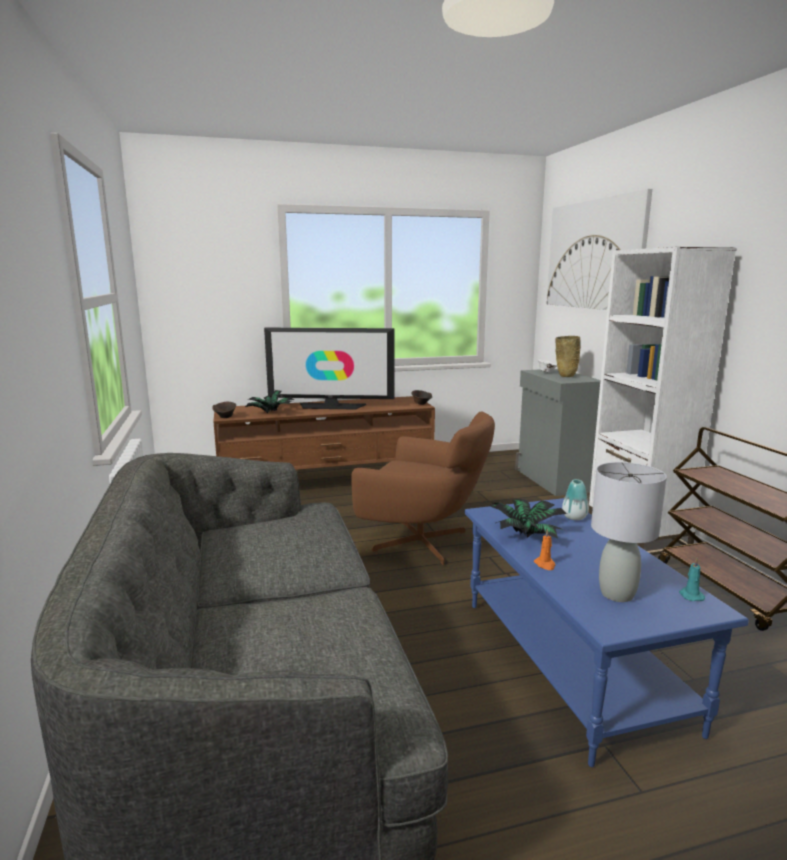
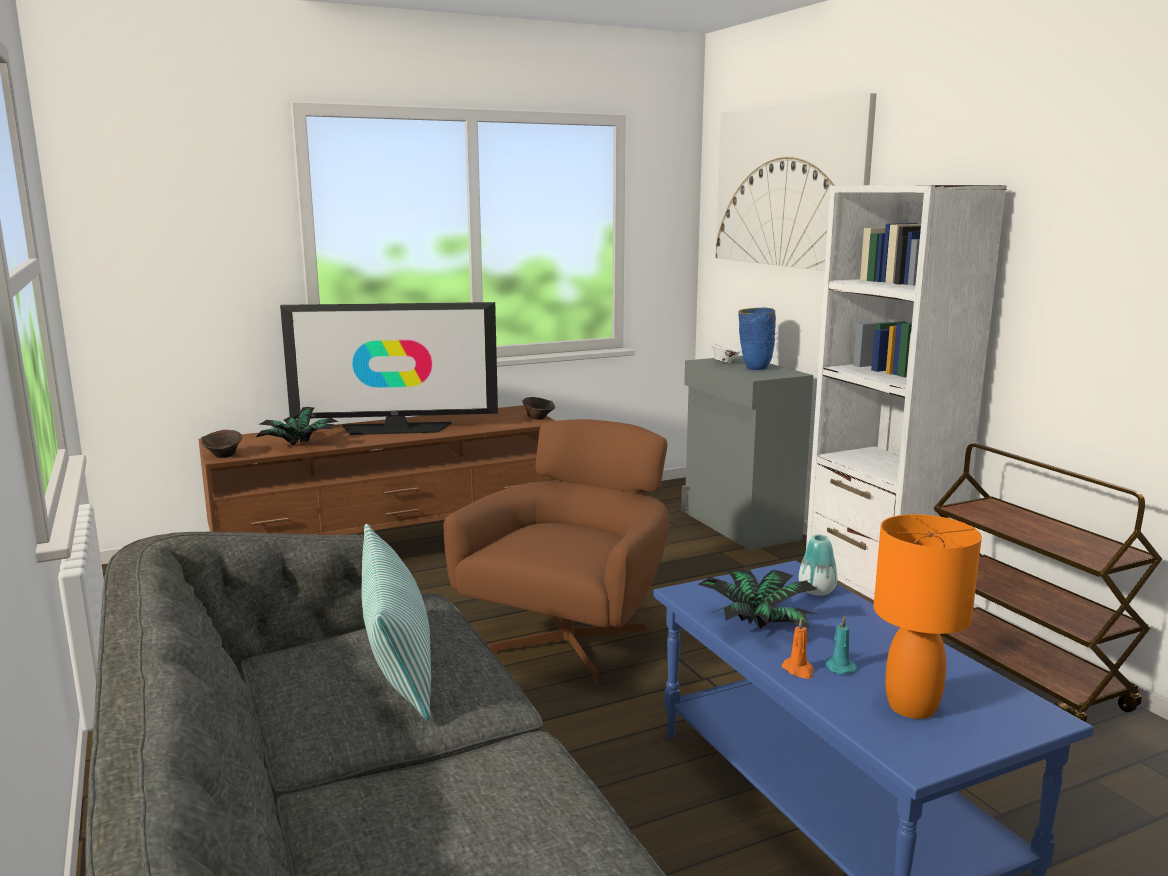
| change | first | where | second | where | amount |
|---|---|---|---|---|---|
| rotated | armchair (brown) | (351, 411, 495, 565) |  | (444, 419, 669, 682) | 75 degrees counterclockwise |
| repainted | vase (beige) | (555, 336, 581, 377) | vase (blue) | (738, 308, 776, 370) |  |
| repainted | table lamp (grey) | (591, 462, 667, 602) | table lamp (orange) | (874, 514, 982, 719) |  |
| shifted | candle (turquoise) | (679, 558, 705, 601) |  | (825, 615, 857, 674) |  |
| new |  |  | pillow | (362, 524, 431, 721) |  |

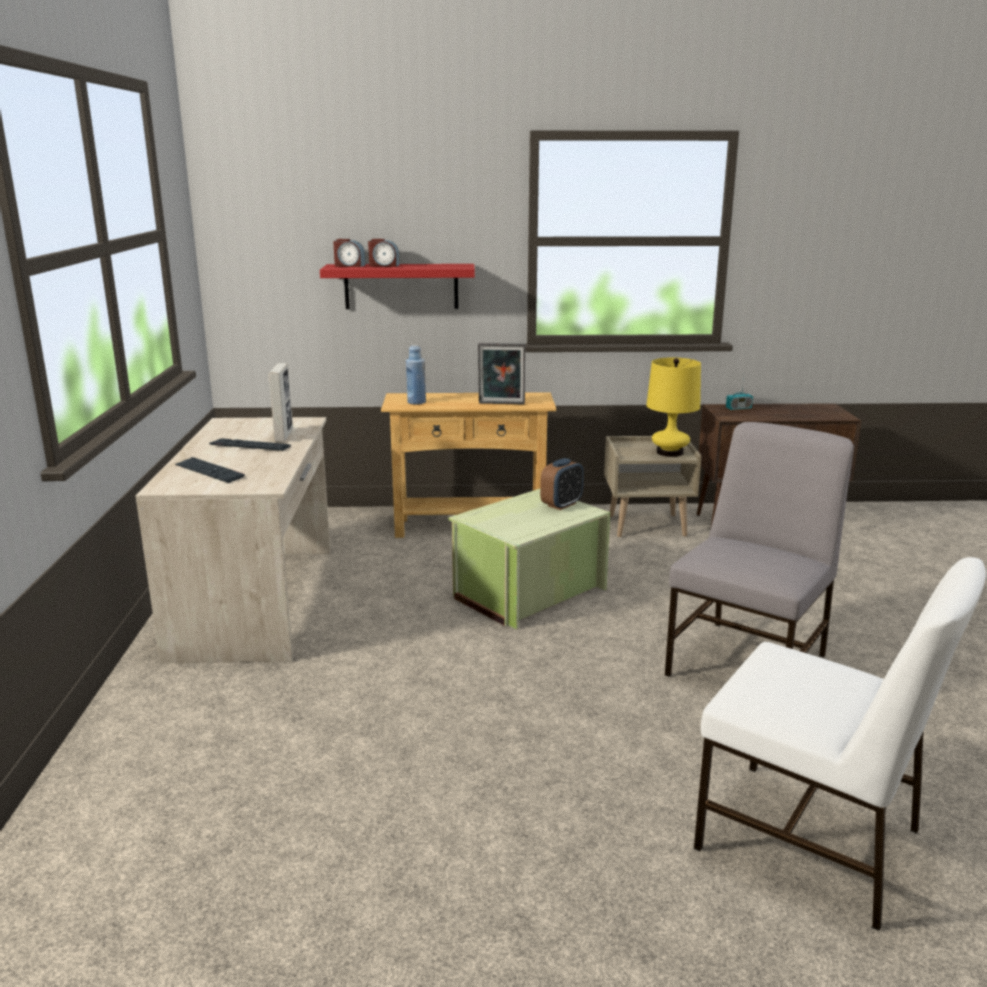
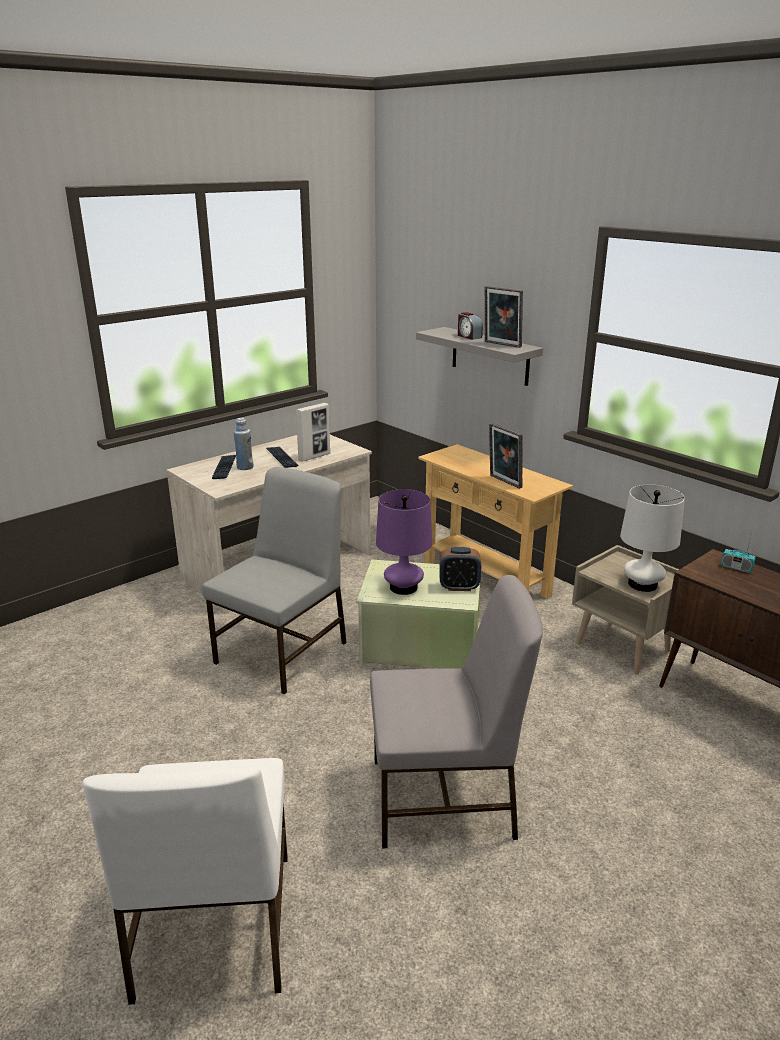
| change | first | where | second | where | amount |
|---|---|---|---|---|---|
| repainted | shelf (red) | (320, 264, 475, 309) | shelf (grey) | (416, 327, 543, 386) |  |
| gone | alarm clock | (333, 239, 366, 267) |  |  |  |
| shifted | bottle (blue) | (406, 345, 426, 405) |  | (233, 418, 253, 470) |  |
| repainted | table lamp (yellow) | (646, 357, 701, 457) | table lamp (white) | (620, 485, 685, 592) |  |
| new |  |  | chair (grey) | (202, 467, 347, 694) |  |
| new |  |  | table lamp (purple) | (376, 489, 432, 595) |  |
| new |  |  | picture frame | (485, 286, 523, 348) |  |

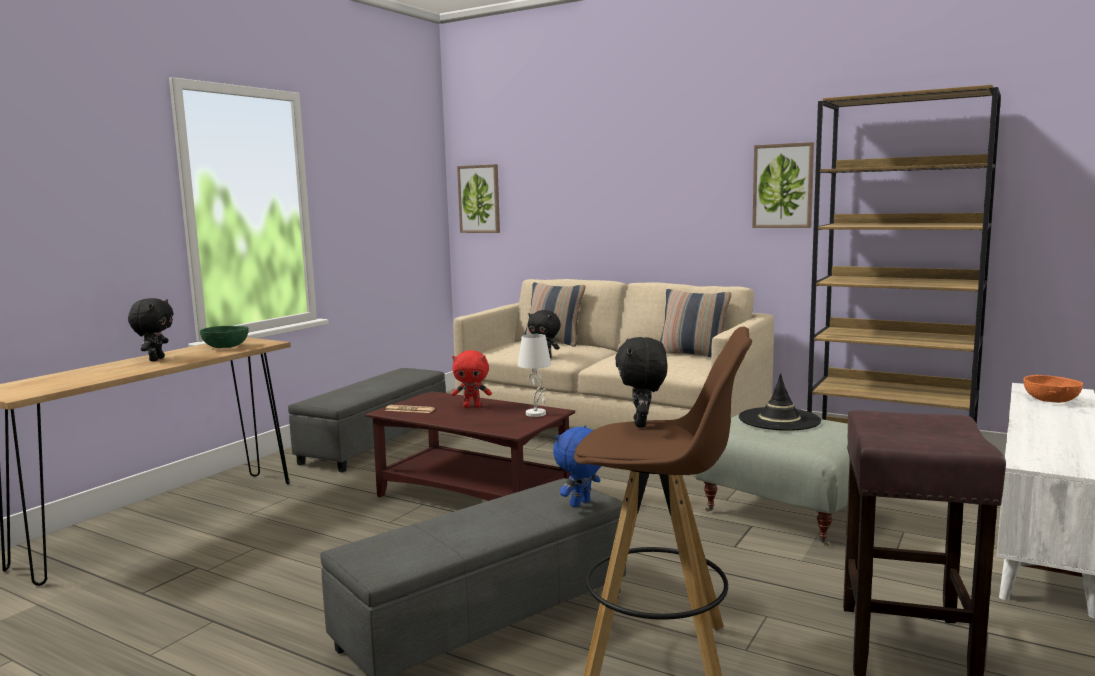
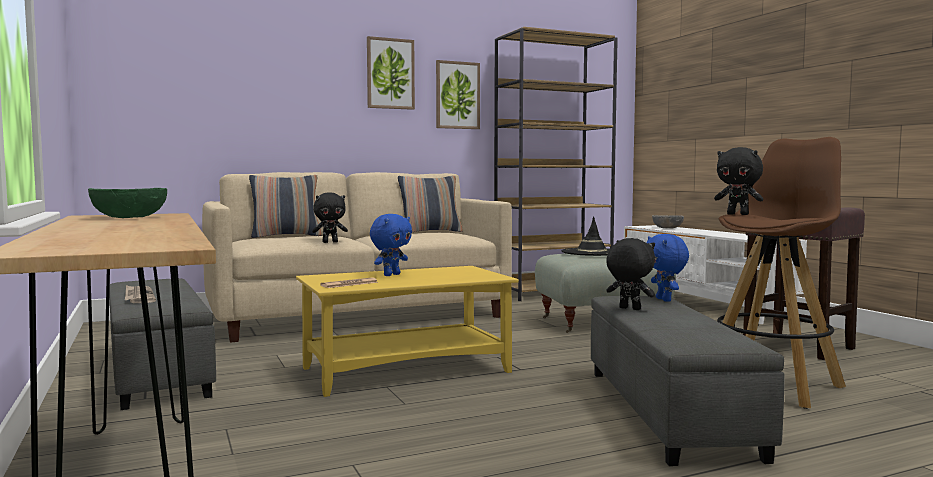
| change | first | where | second | where | amount |
|---|---|---|---|---|---|
| shifted | plush toy (black) | (128, 298, 173, 361) |  | (606, 238, 655, 310) |  |
| repainted | coffee table (brown) | (365, 391, 575, 501) | coffee table (yellow) | (296, 266, 519, 397) |  |
| repainted | plush toy (red) | (452, 350, 492, 408) | plush toy (blue) | (370, 214, 412, 276) |  |
| shifted | picture | (457, 164, 500, 233) |  | (367, 36, 415, 110) |  |
| gone | table lamp (white) | (518, 334, 552, 417) |  |  |  |
| repainted | bowl (orange) | (1023, 375, 1083, 403) | bowl (grey) | (652, 215, 684, 229) |  |
| new |  |  | newspaper | (125, 285, 156, 303) |  |

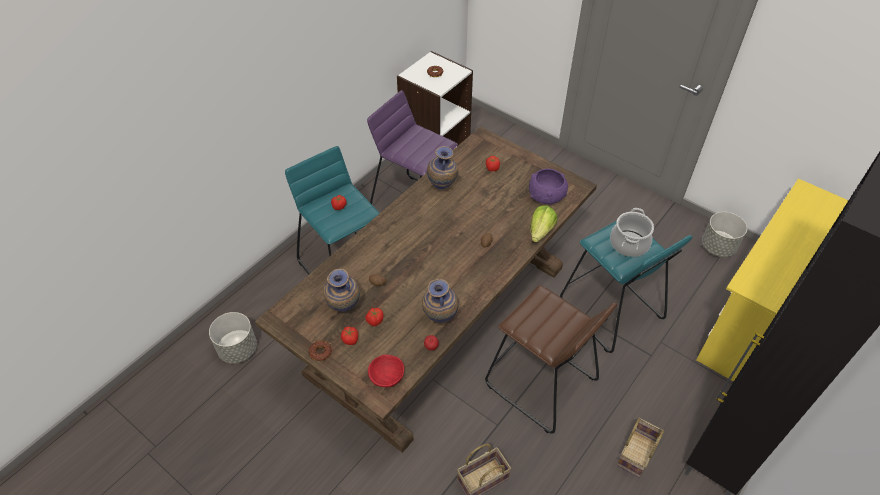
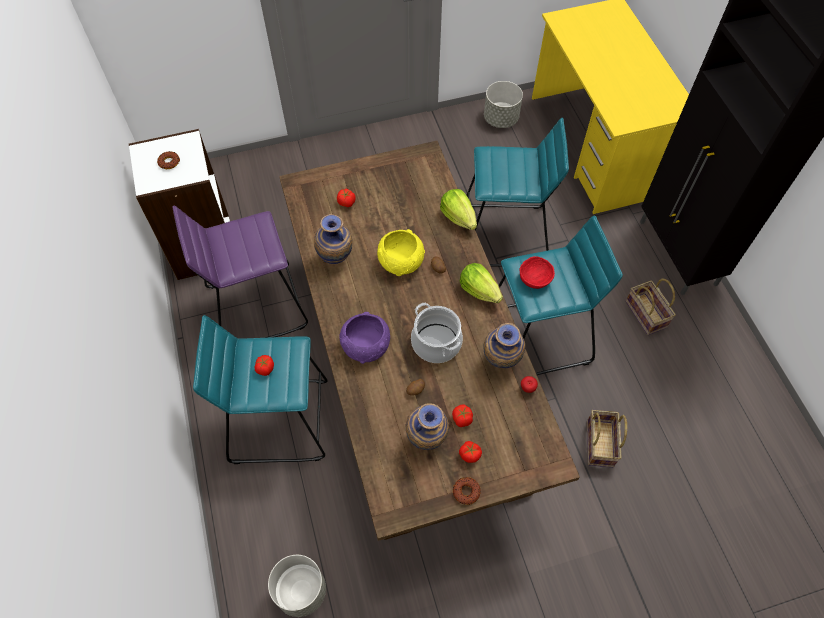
| change | first | where | second | where | amount |
|---|---|---|---|---|---|
| shifted | bowl (red) | (368, 355, 404, 387) |  | (520, 256, 555, 289) |  |
| repainted | stool (brown) | (485, 285, 617, 434) | stool (turquoise) | (499, 216, 623, 375) |  |
| shifted | bowl (purple) | (529, 169, 568, 204) |  | (339, 312, 390, 364) |  |
| shifted | cooking pot | (610, 208, 654, 257) |  | (411, 303, 463, 363) |  |
| new |  |  | bowl (yellow) | (377, 229, 425, 276) |  |
| new |  |  | lettuce | (460, 263, 503, 303) |  |

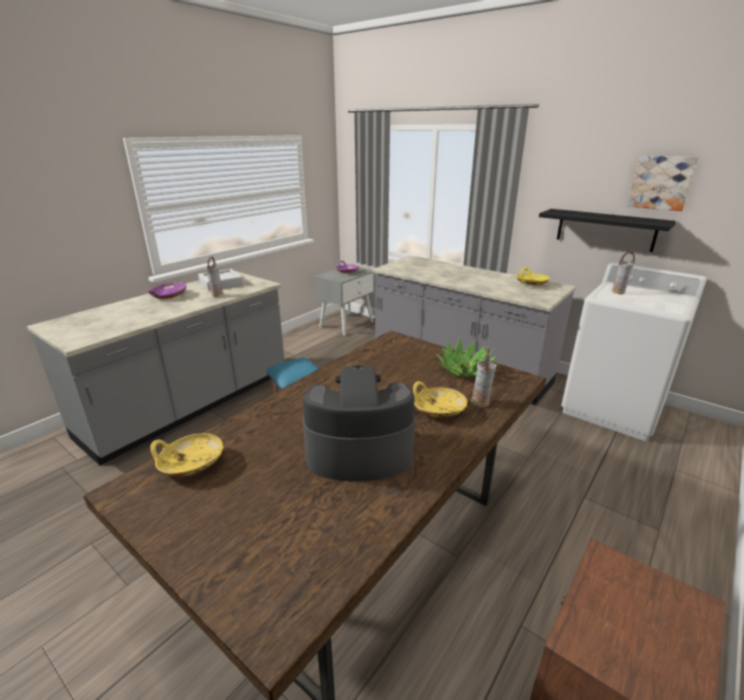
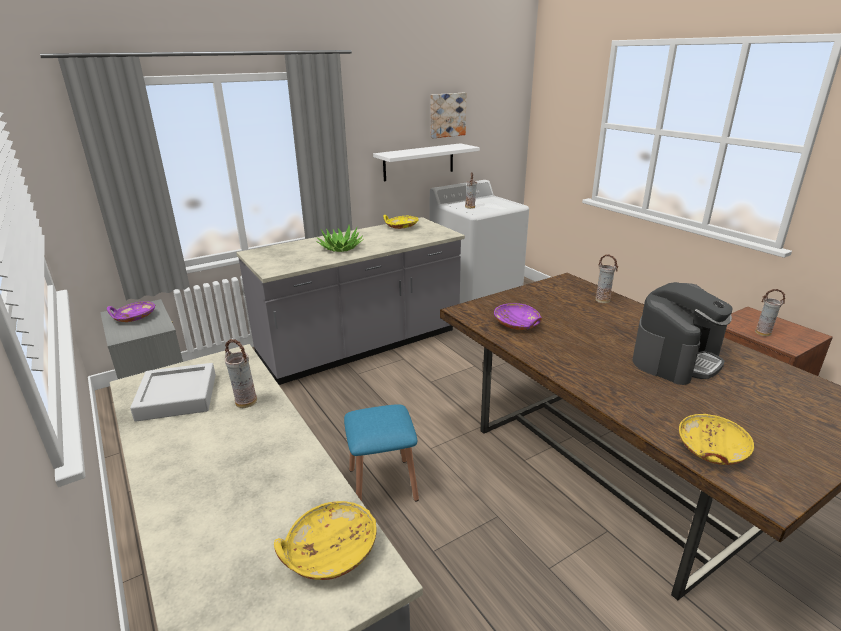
| change | first | where | second | where | amount |
|---|---|---|---|---|---|
| shifted | bowl (purple) | (148, 282, 186, 299) |  | (494, 303, 542, 330) |  |
| rotated | coffee machine | (303, 365, 415, 481) |  | (632, 282, 733, 385) | 150 degrees counterclockwise |
| shifted | bowl (yellow) | (413, 381, 467, 417) |  | (274, 501, 377, 580) |  |
| shifted | potted plant | (436, 338, 499, 377) |  | (316, 225, 363, 252) |  |
| repainted | shelf (black) | (539, 209, 676, 252) | shelf (white) | (373, 143, 480, 181) |  |
| new |  |  | vase | (755, 289, 785, 336) |  |

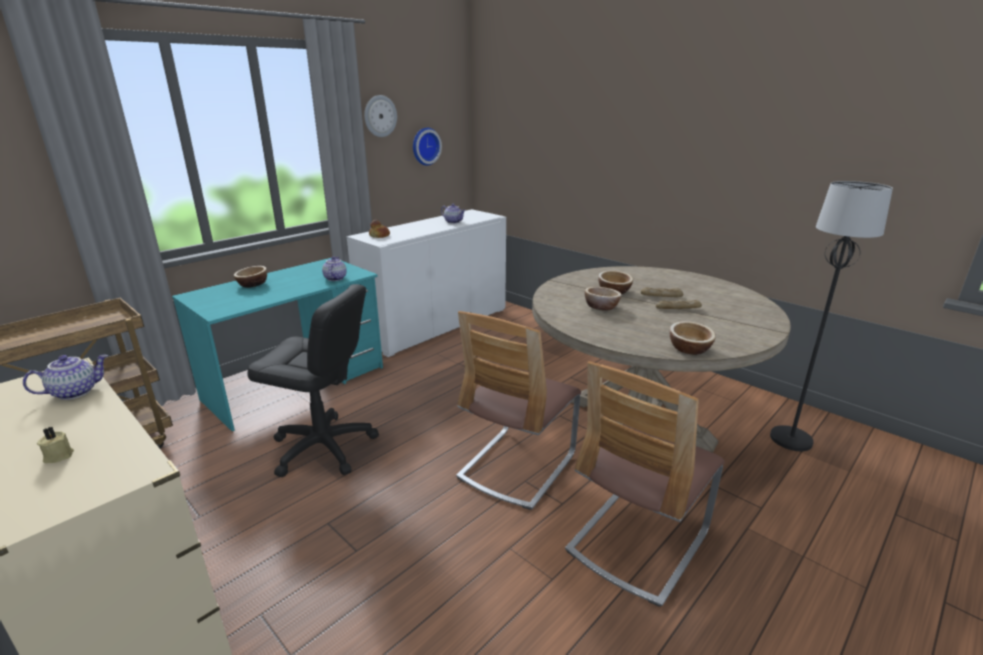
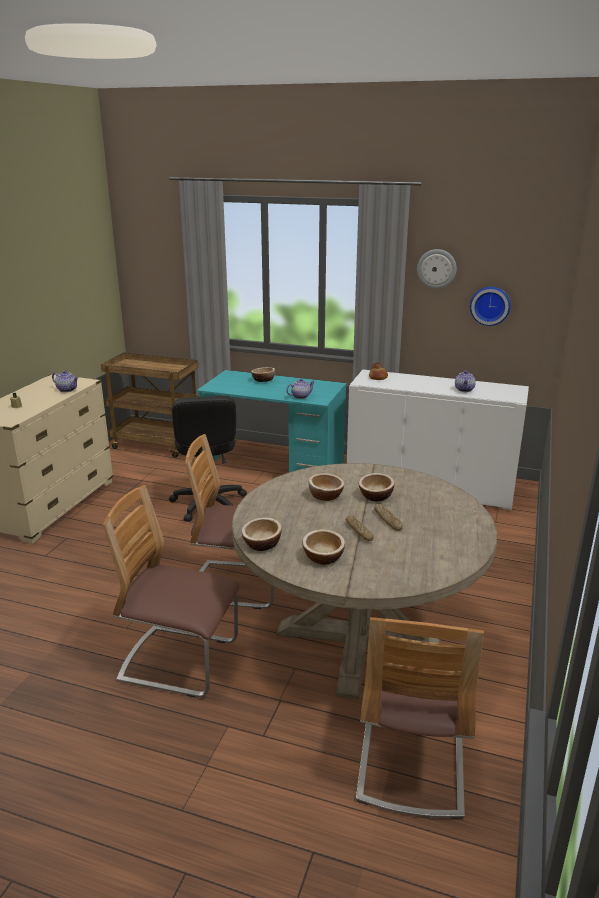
| change | first | where | second | where | amount |
|---|---|---|---|---|---|
| swapped | floor lamp (black) | (770, 181, 893, 451) | chair | (356, 617, 484, 819) |  |
| new |  |  | bowl | (302, 529, 345, 565) |  |

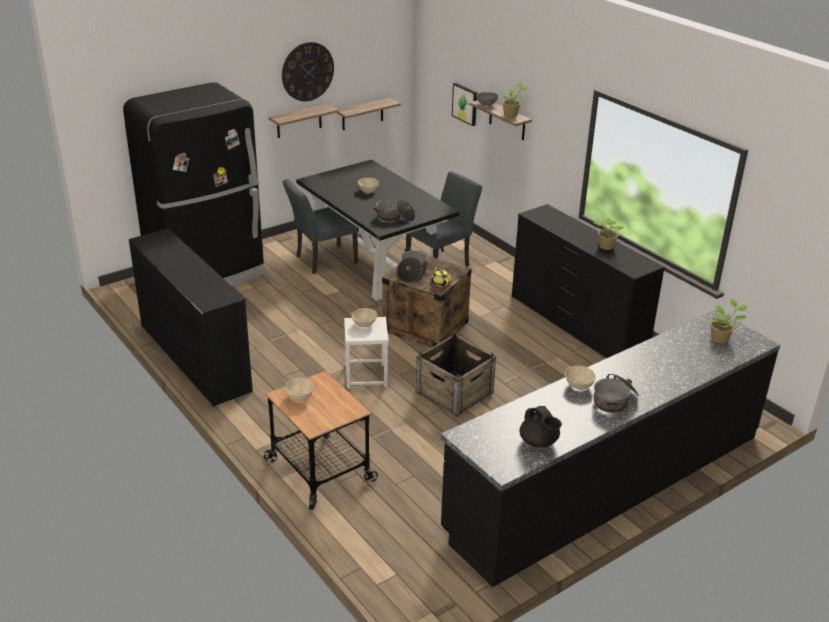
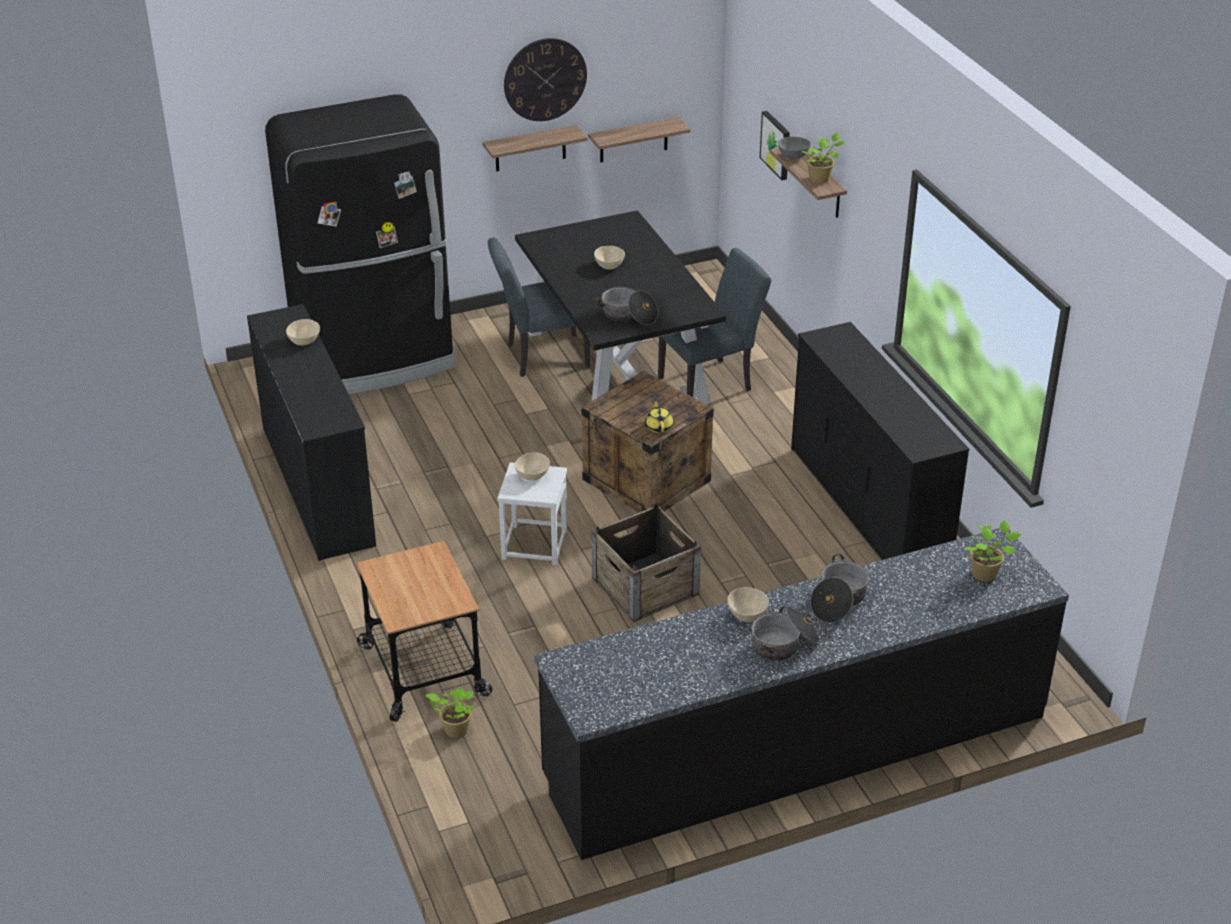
| change | first | where | second | where | amount |
|---|---|---|---|---|---|
| shifted | bowl (beige) | (285, 378, 314, 402) |  | (286, 319, 320, 345) |  |
| shifted | cooking pot | (397, 248, 428, 282) |  | (810, 554, 869, 623) |  |
| gone | teapot (black) | (519, 406, 562, 448) |  |  |  |
| shifted | potted plant | (593, 218, 624, 250) |  | (426, 687, 474, 738) |  |

